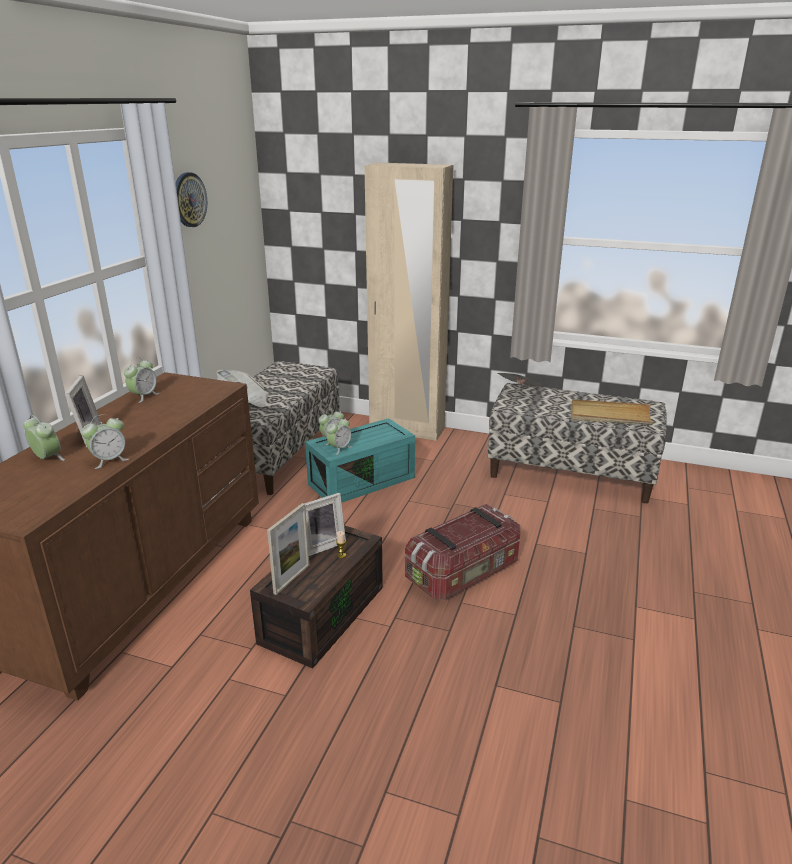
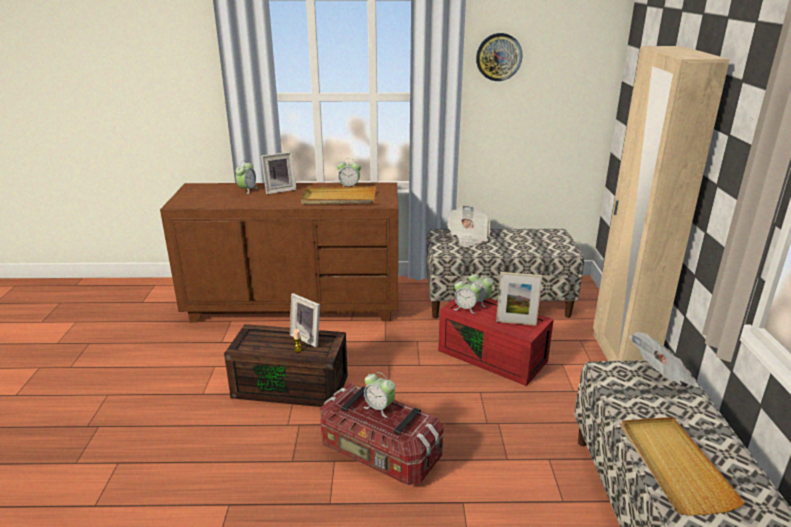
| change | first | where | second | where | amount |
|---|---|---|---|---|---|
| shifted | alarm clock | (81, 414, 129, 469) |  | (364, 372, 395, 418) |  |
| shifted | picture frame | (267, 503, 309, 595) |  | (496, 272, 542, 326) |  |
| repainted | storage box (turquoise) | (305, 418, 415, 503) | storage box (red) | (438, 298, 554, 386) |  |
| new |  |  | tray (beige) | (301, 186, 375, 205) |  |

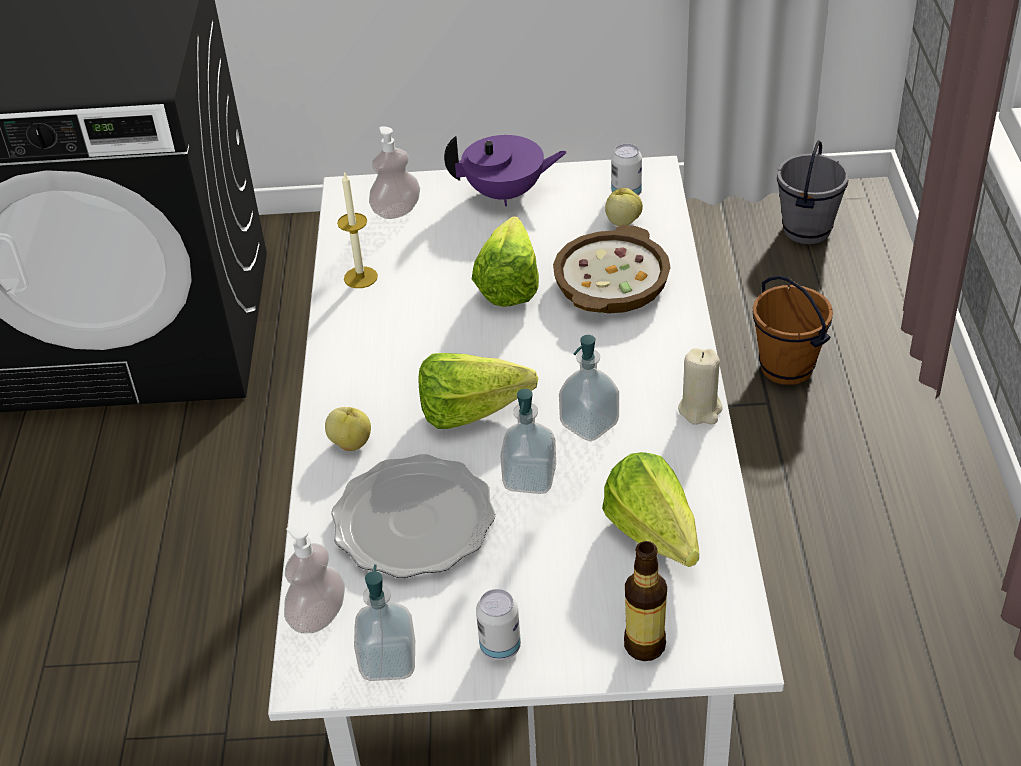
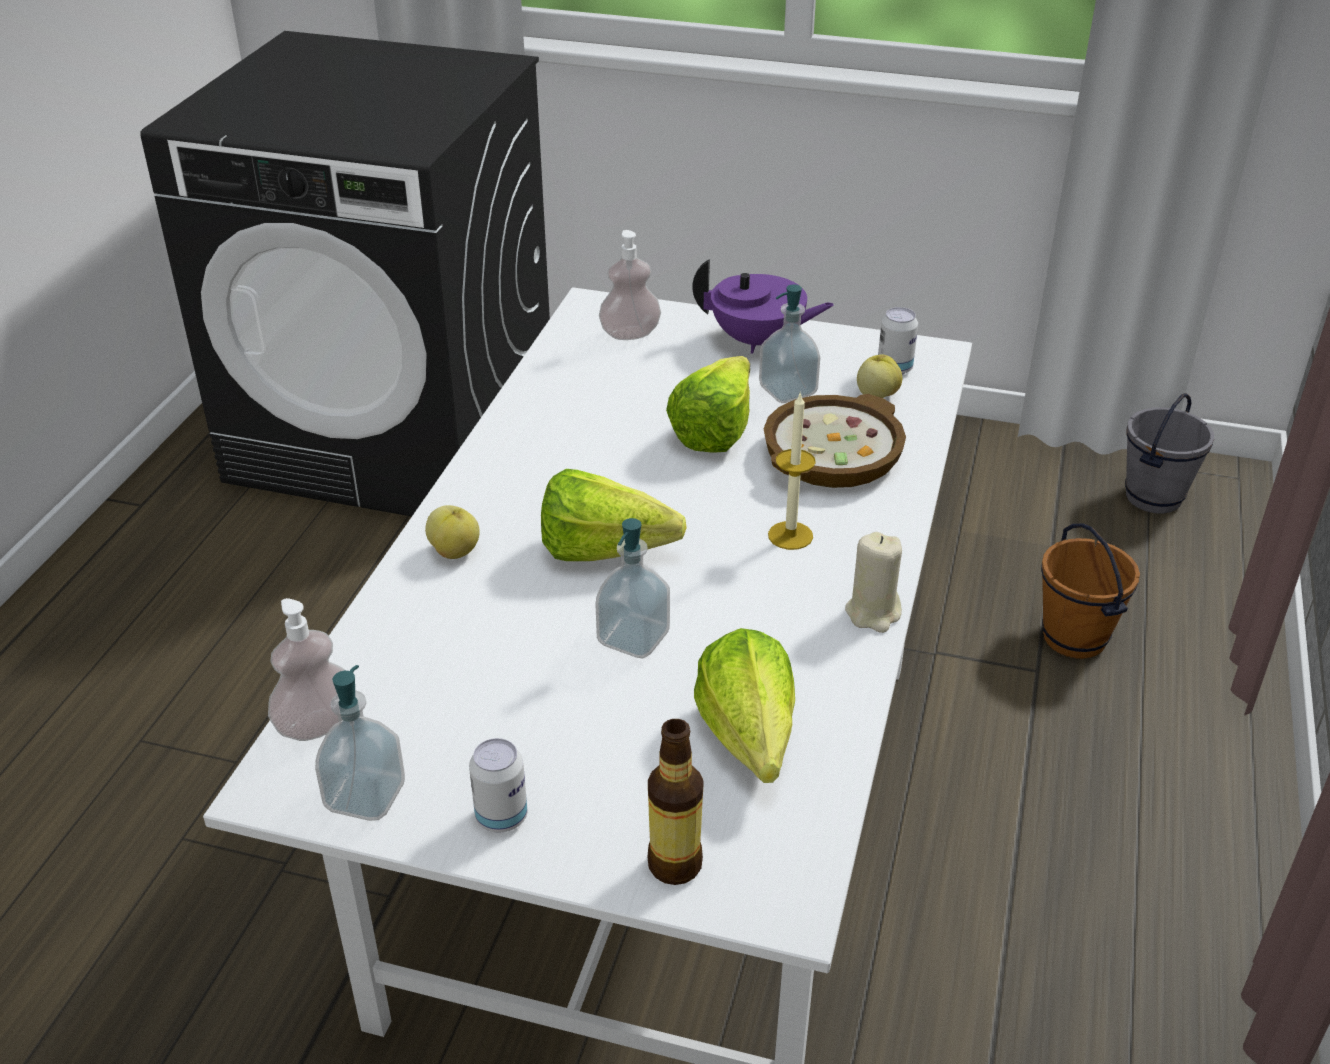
| change | first | where | second | where | amount |
|---|---|---|---|---|---|
| gone | plate | (331, 454, 495, 578) |  |  |  |
| shifted | candle | (337, 171, 378, 288) |  | (768, 394, 816, 550) |  |
| shifted | soap dispenser | (559, 335, 619, 442) |  | (759, 284, 820, 403) |  |

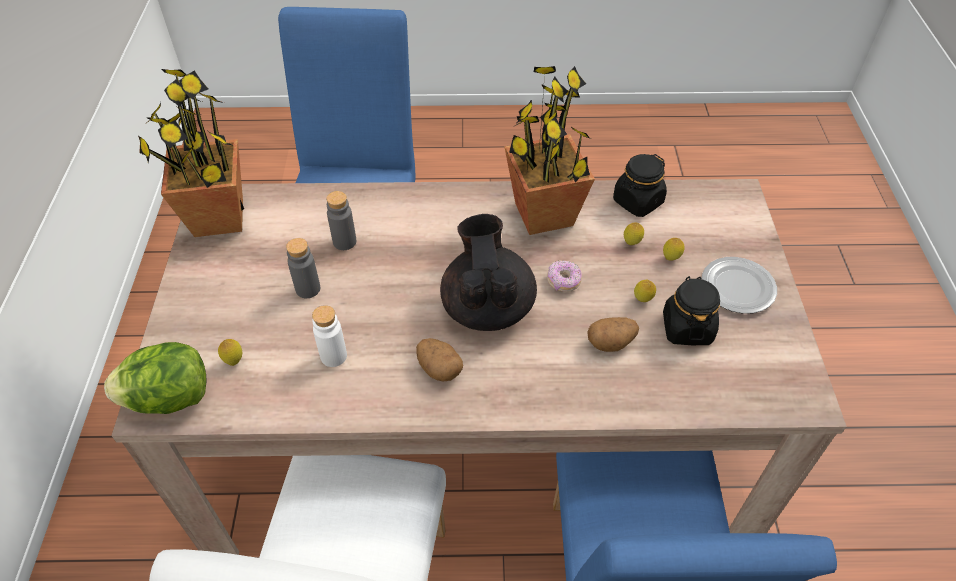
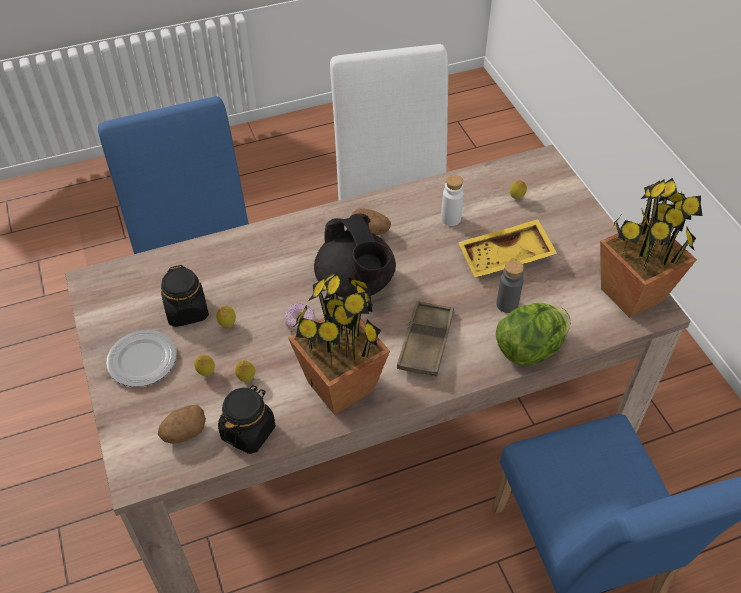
| change | first | where | second | where | amount |
|---|---|---|---|---|---|
| shifted | lettuce | (104, 342, 207, 414) |  | (496, 303, 571, 366) |  |
| swapped | bottle (grey) | (286, 238, 320, 298) | tray (yellow) | (458, 219, 557, 277) |  |
| shifted | potato | (587, 317, 639, 352) |  | (158, 405, 206, 444) |  |
| new |  |  | tray (brown) | (397, 301, 454, 376) |  |

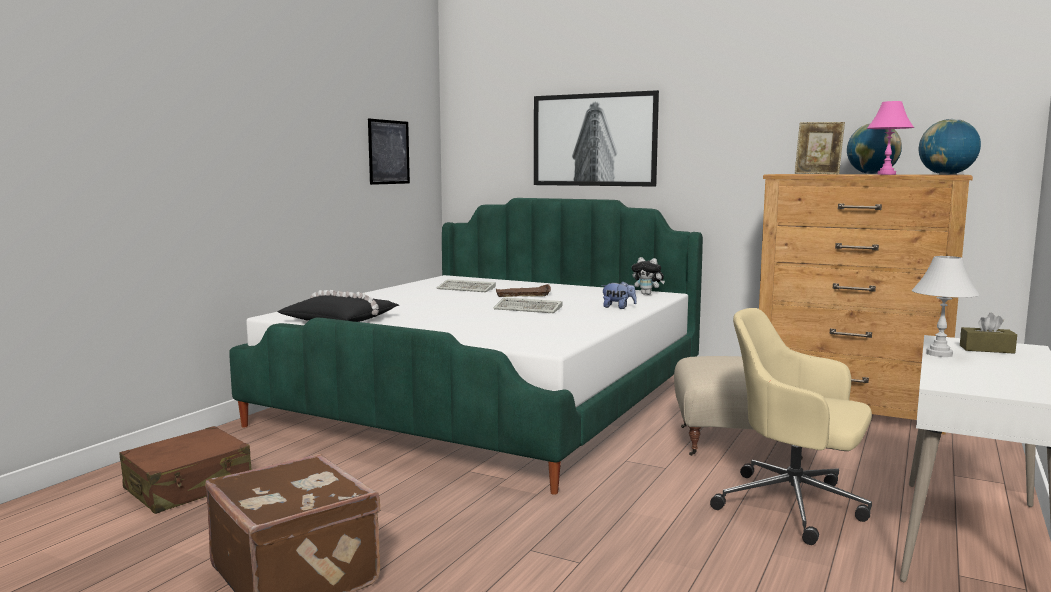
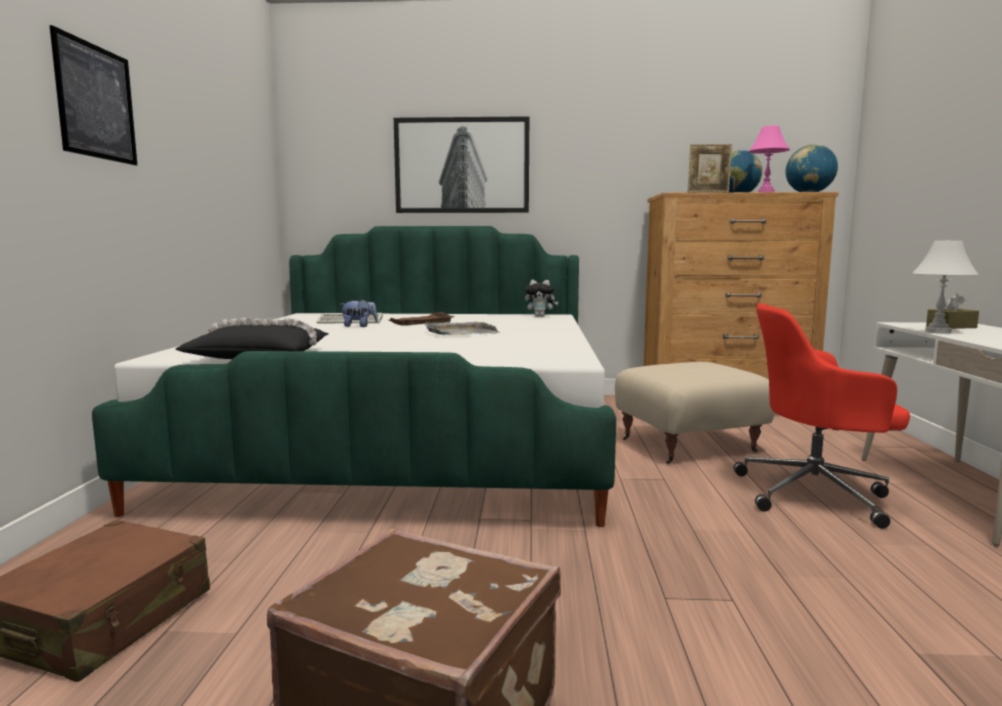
| change | first | where | second | where | amount |
|---|---|---|---|---|---|
| shifted | picture | (368, 118, 410, 185) |  | (50, 25, 137, 165) |  |
| swapped | keyboard | (494, 297, 563, 313) | tray (grey) | (424, 322, 501, 335) |  |
| shifted | plush toy | (601, 281, 637, 309) |  | (339, 299, 378, 327) |  |
| repainted | office chair (beige) | (710, 308, 872, 545) | office chair (red) | (733, 303, 910, 529) |  |

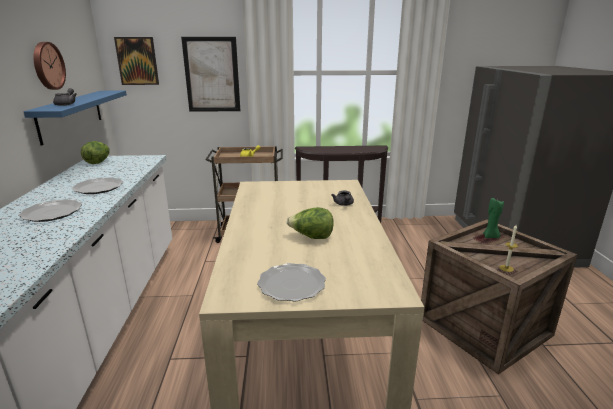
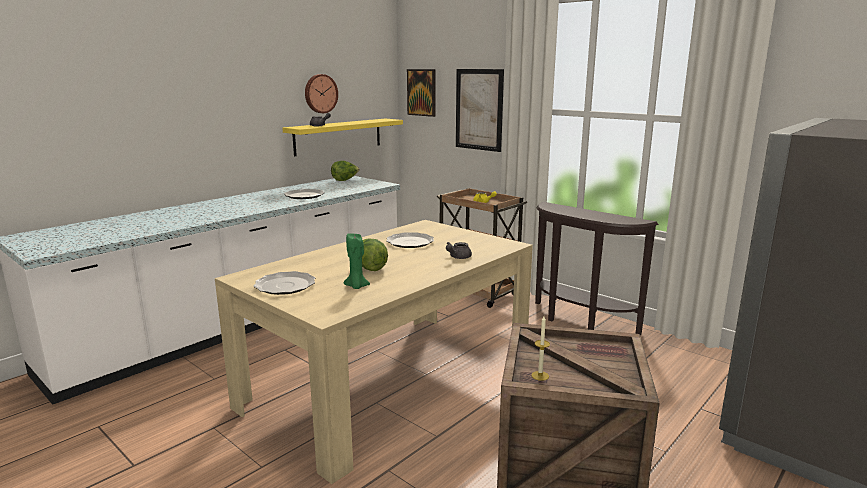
| change | first | where | second | where | amount |
|---|---|---|---|---|---|
| shifted | plate | (19, 199, 82, 222) |  | (387, 232, 434, 248) |  |
| repainted | shelf (blue) | (23, 91, 127, 145) | shelf (yellow) | (282, 118, 403, 156) |  |
| shifted | candle (green) | (483, 198, 504, 238) |  | (344, 233, 370, 289) |  |

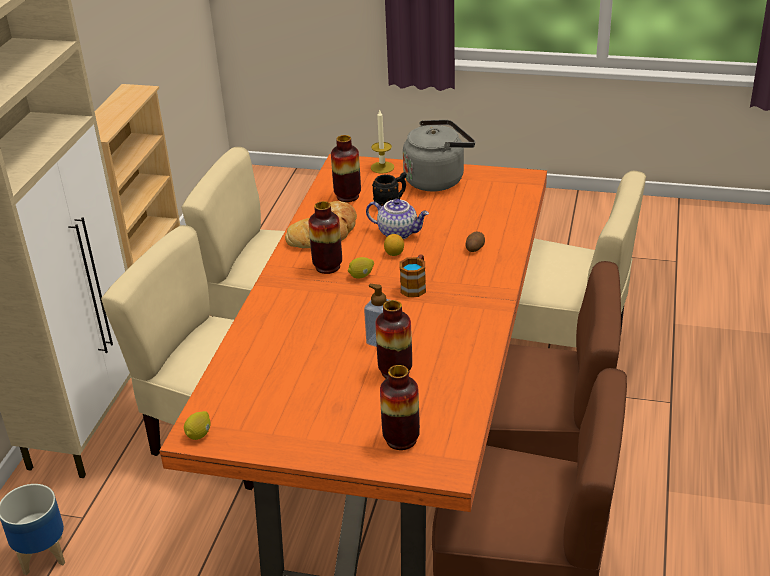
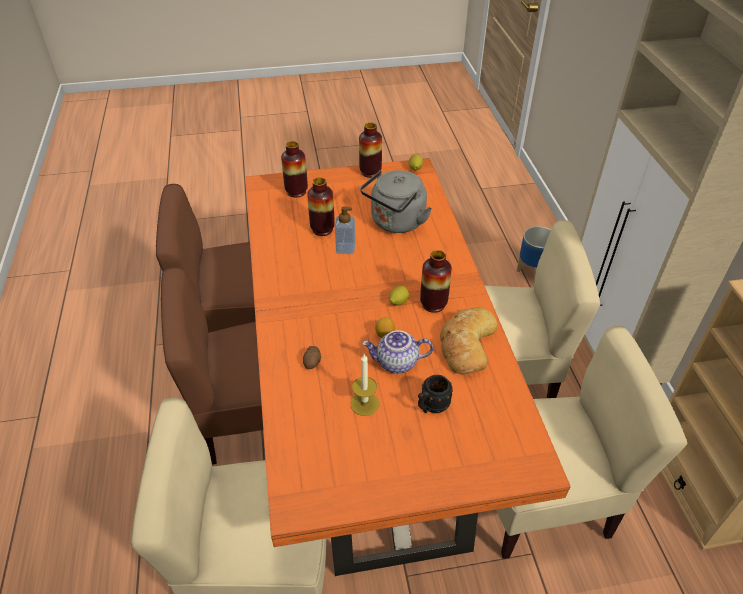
| change | first | where | second | where | amount |
|---|---|---|---|---|---|
| shifted | vase | (331, 135, 361, 202) |  | (359, 122, 382, 178) |  |
| shifted | candle | (371, 110, 394, 174) |  | (350, 354, 379, 416) |  |
| gone | mug | (400, 254, 426, 297) |  |  |  |
| shifted | kettle (grey) | (403, 120, 475, 191) |  | (360, 170, 432, 233) |  |

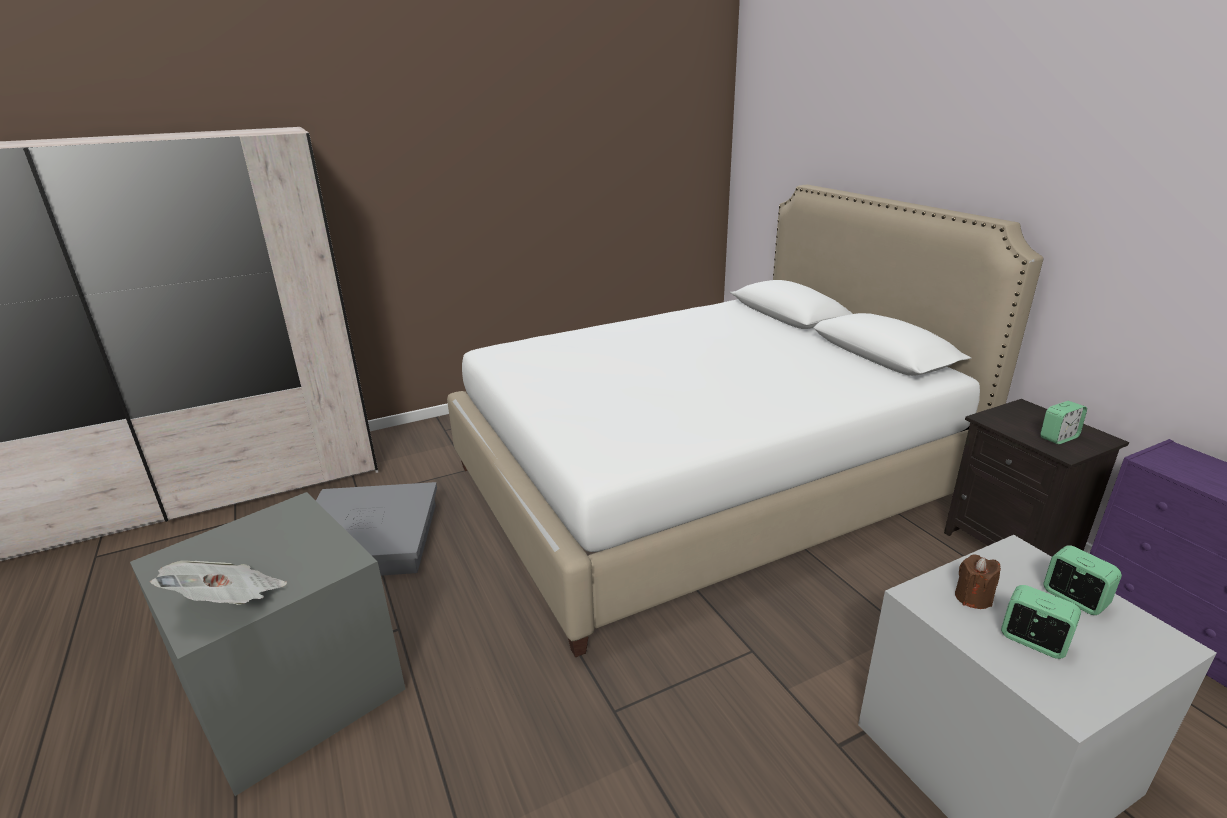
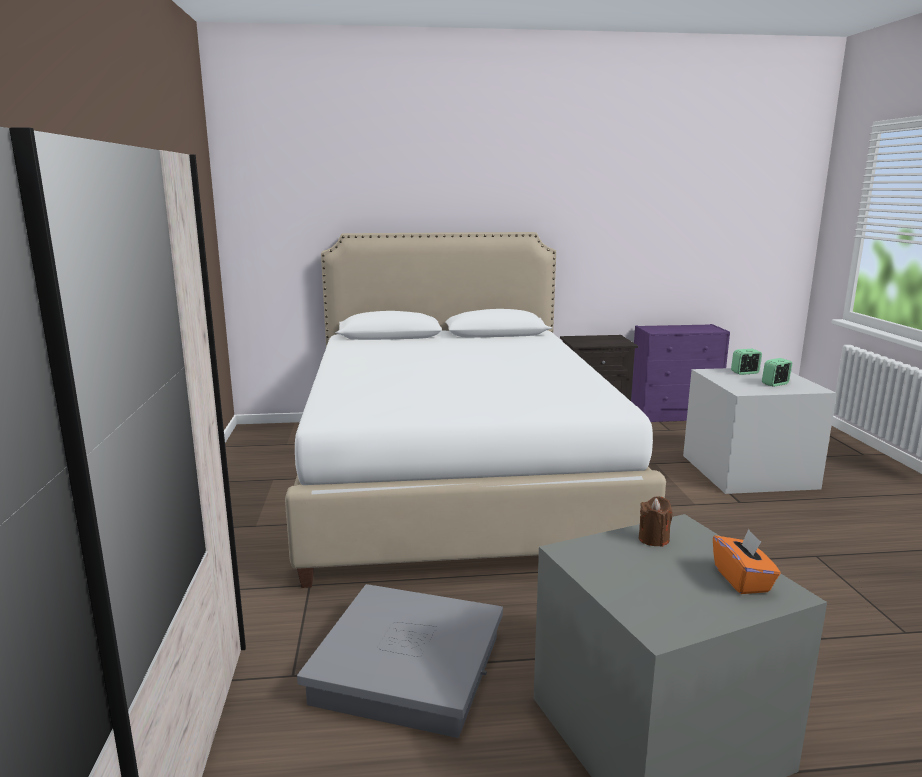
| change | first | where | second | where | amount |
|---|---|---|---|---|---|
| swapped | newspaper | (150, 560, 287, 605) | tissue box (orange) | (713, 529, 781, 594) |  |
| shifted | candle (brown) | (955, 555, 1001, 609) |  | (639, 496, 673, 547) |  |
| gone | alarm clock | (1040, 401, 1087, 444) |  |  |  |

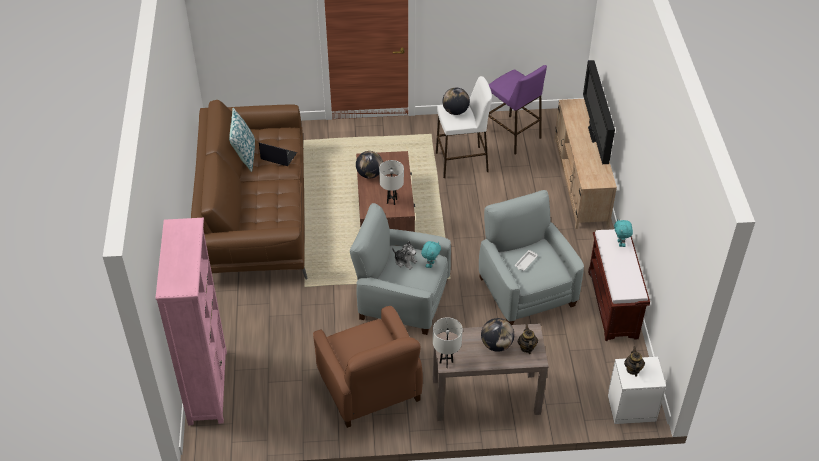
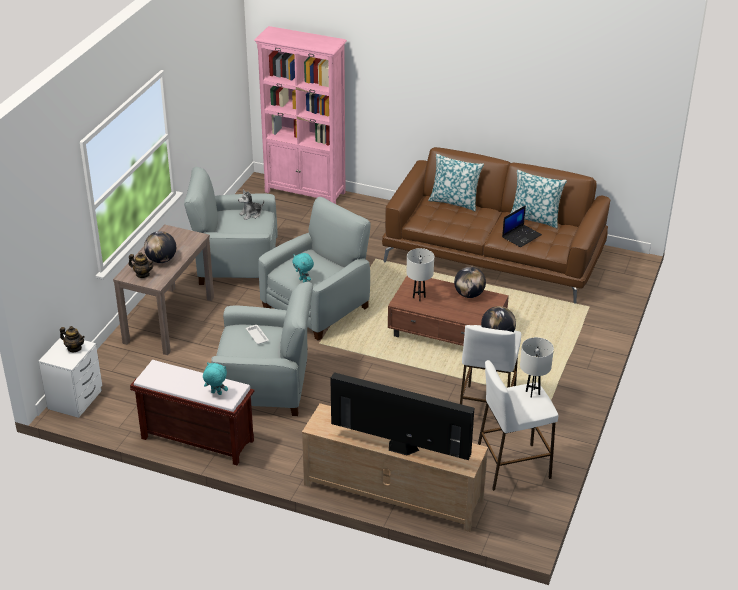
| change | first | where | second | where | amount |
|---|---|---|---|---|---|
| repainted | armchair (brown) | (313, 306, 423, 428) | armchair (grey) | (184, 167, 278, 285) |  |
| shifted | plush toy | (392, 241, 418, 270) |  | (238, 190, 264, 220) |  |
| shifted | table lamp (white) | (433, 317, 463, 368) |  | (520, 337, 554, 398) |  |
| repainted | stool (purple) | (488, 65, 547, 155) | stool (white) | (478, 360, 558, 491) |  |
| new |  |  | pillow | (428, 154, 484, 211) |  |

